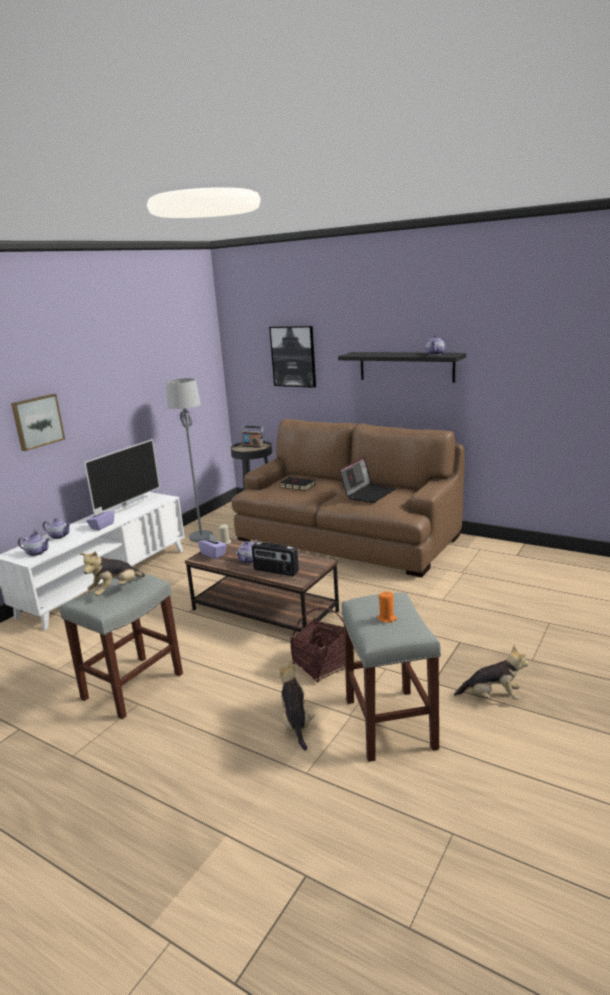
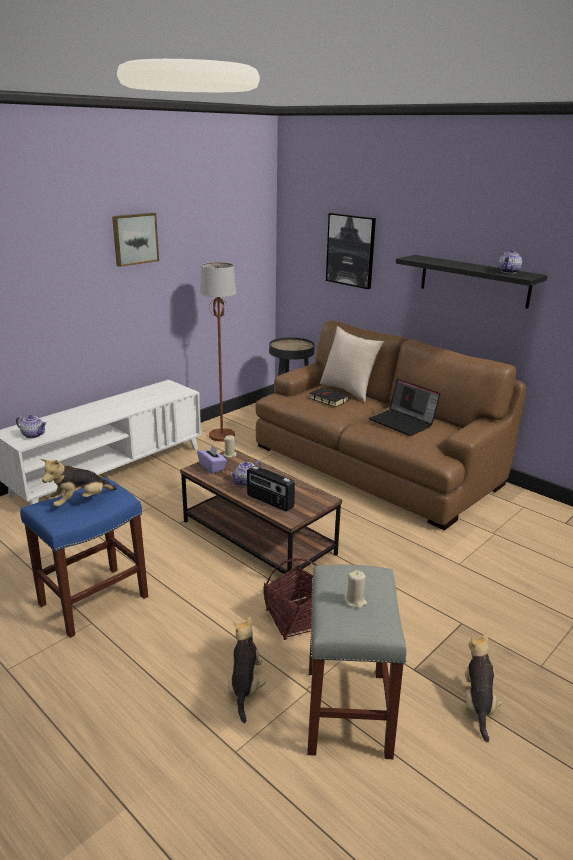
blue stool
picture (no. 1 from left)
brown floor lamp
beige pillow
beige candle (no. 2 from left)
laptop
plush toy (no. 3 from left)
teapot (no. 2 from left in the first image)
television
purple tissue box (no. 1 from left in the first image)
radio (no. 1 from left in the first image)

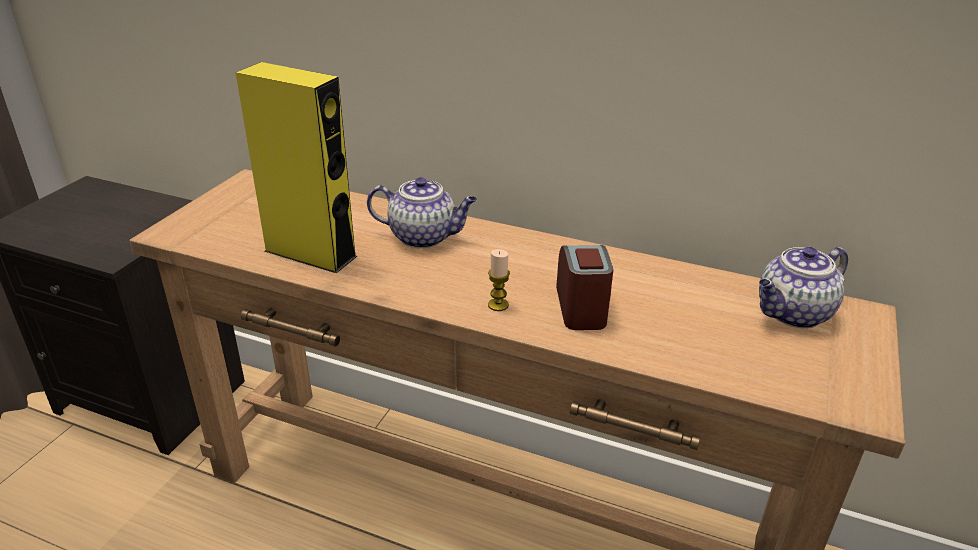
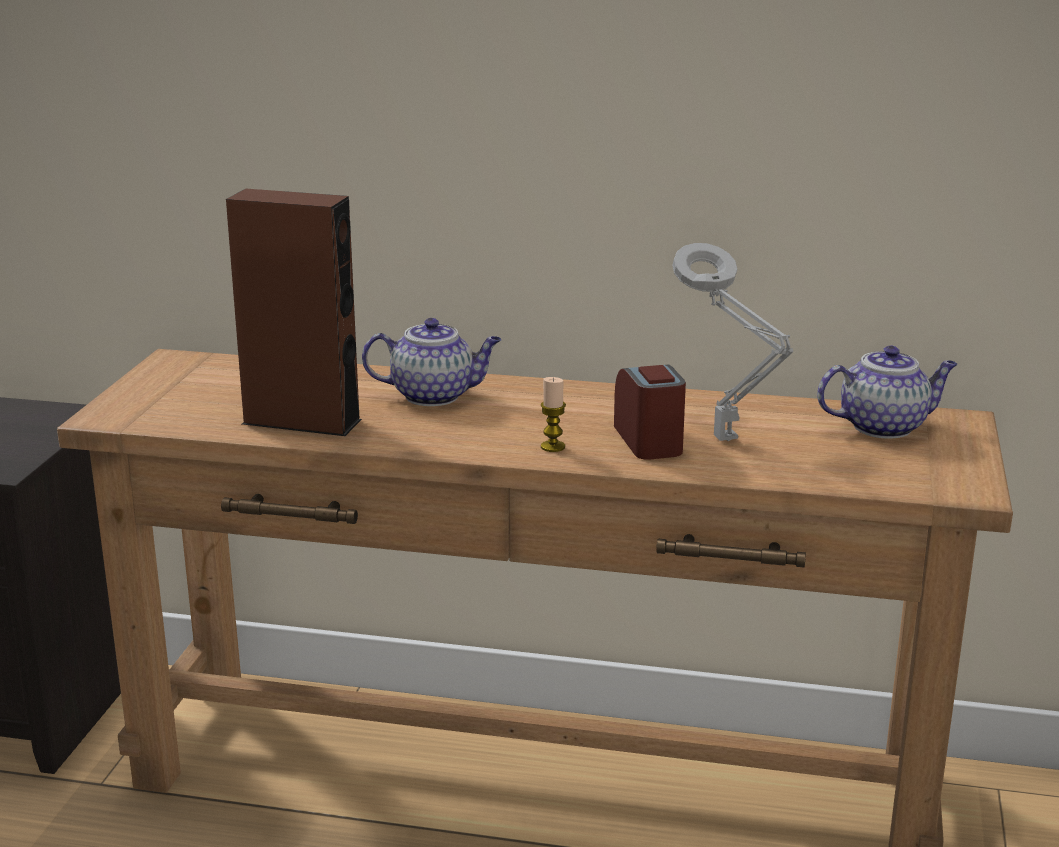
brown speaker
grey table lamp
teapot (no. 2 from left)

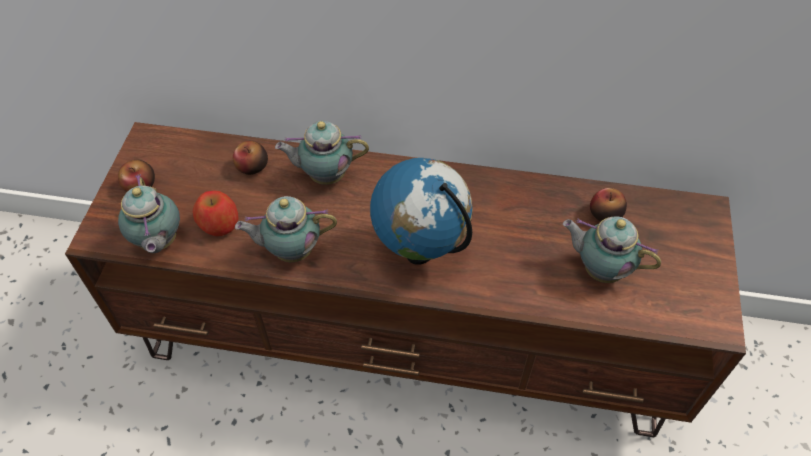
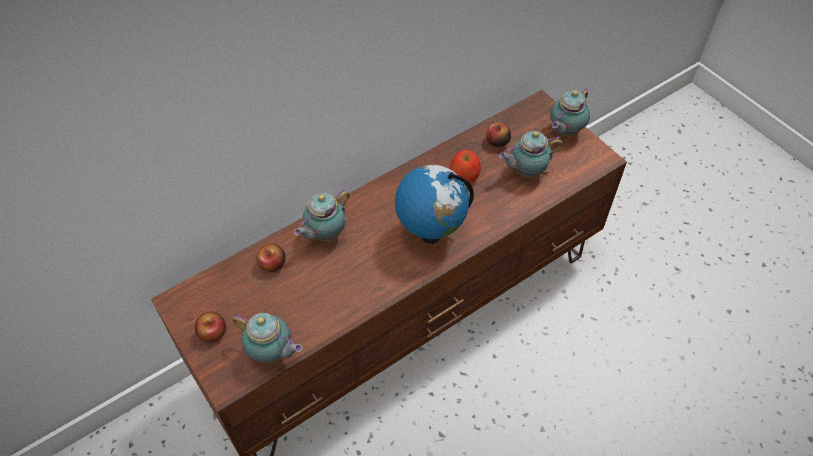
apple (no. 3 from left)
teapot (no. 4 from left)

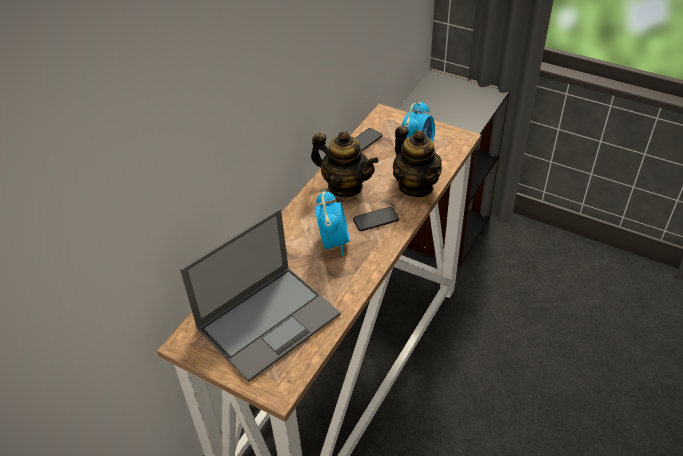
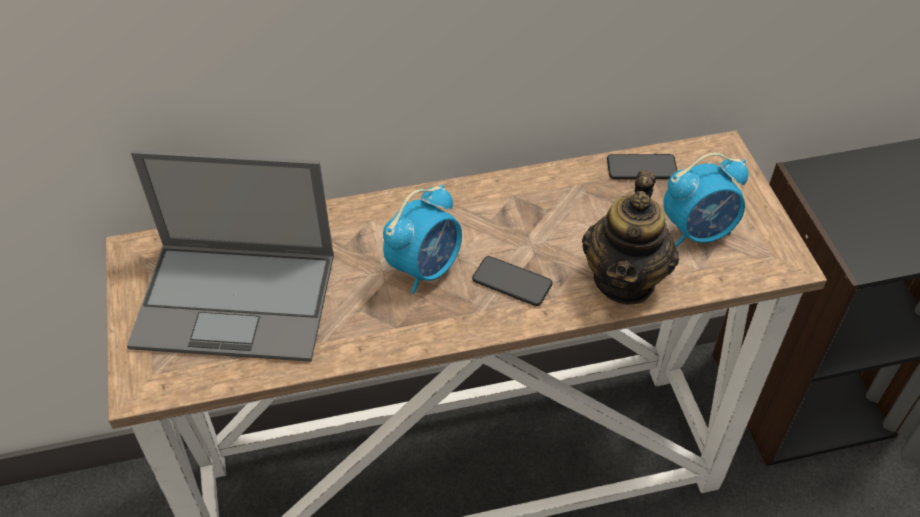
teapot (no. 1 from left in the first image)

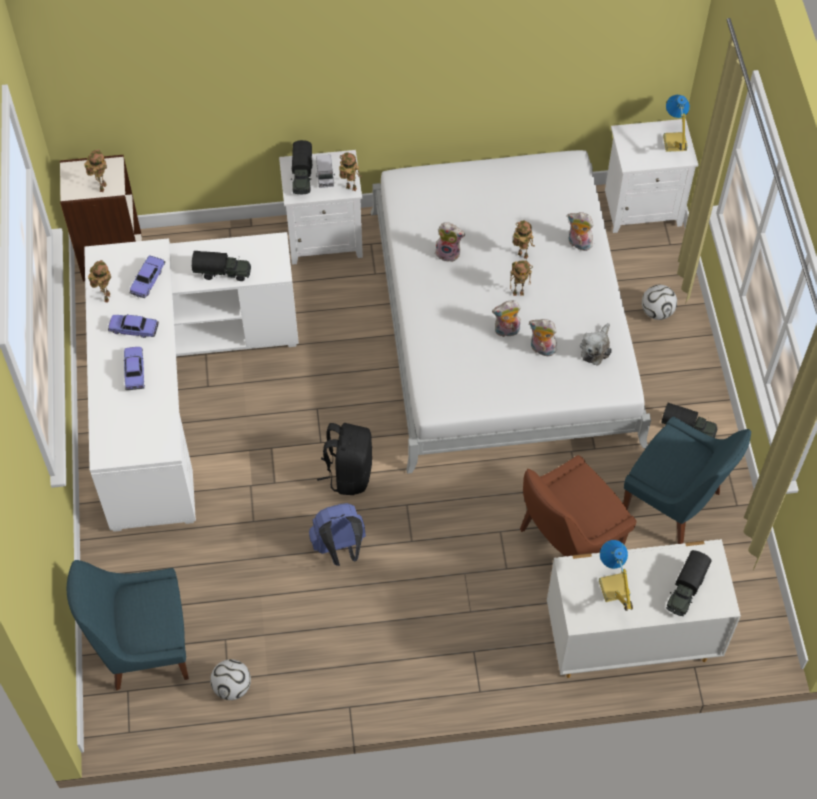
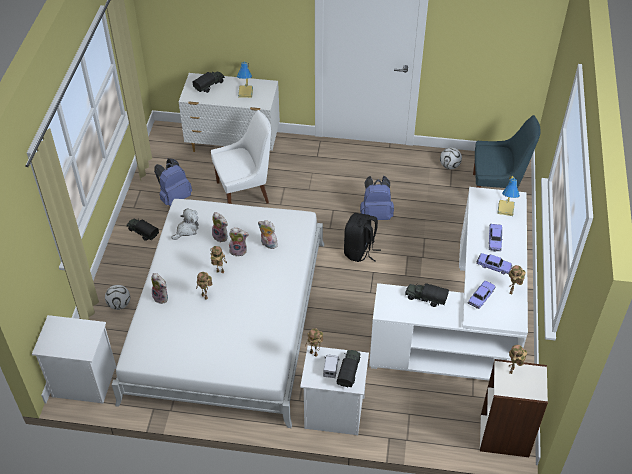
blue backpack (no. 1 from left)
white chair
plush toy (no. 5 from left)
table lamp (no. 2 from left)

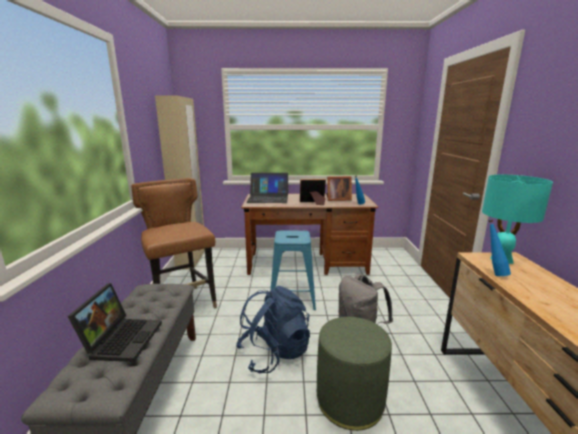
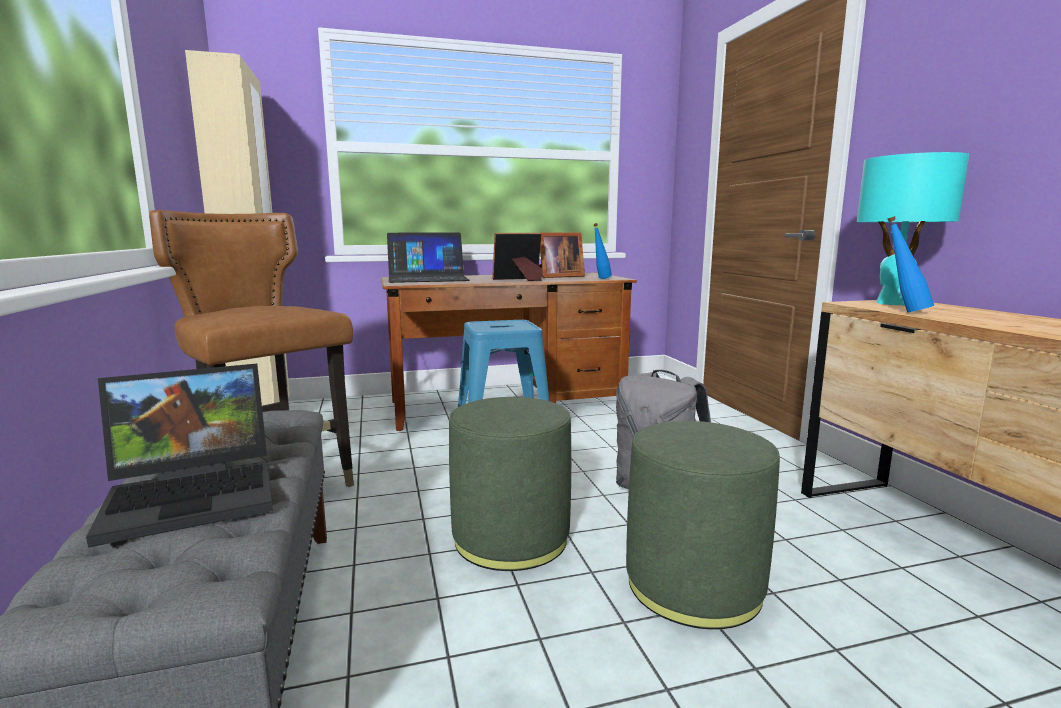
laptop (no. 1 from left)
green ottoman (no. 1 from left)

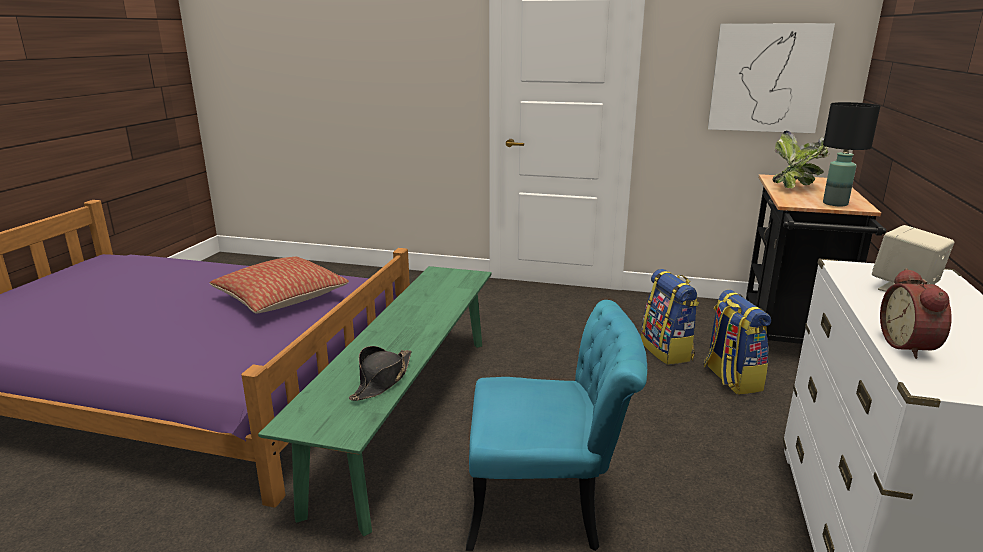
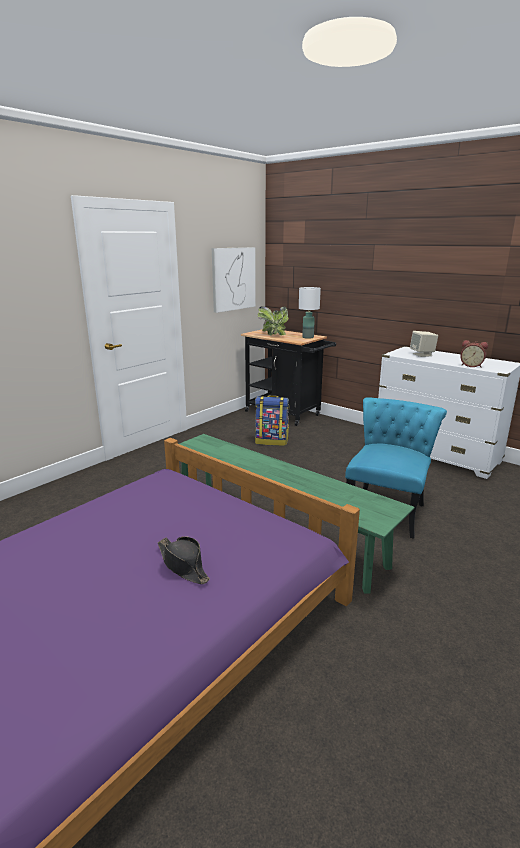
black hat
white table lamp
pillow
backpack (no. 2 from left in the first image)

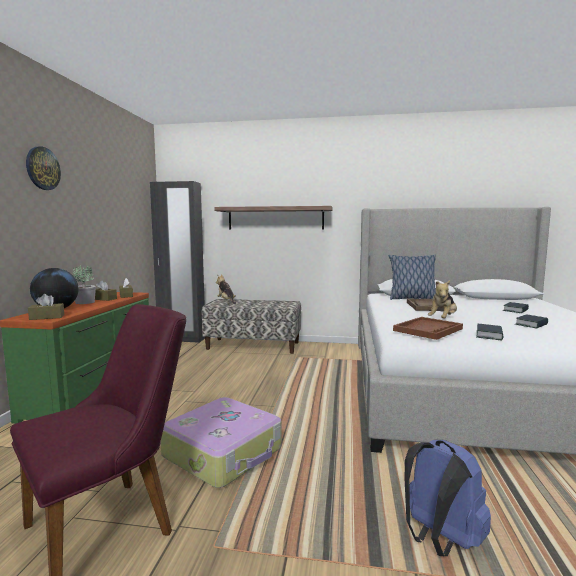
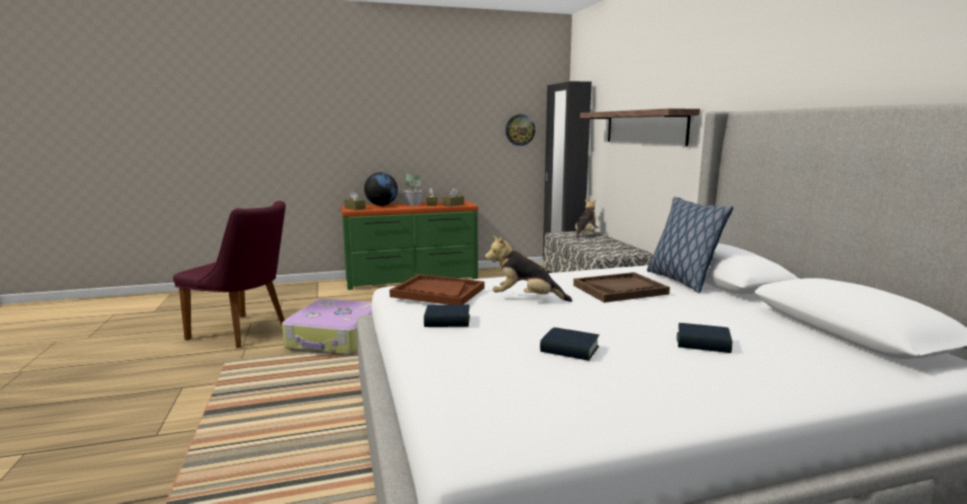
wall clock
blue backpack

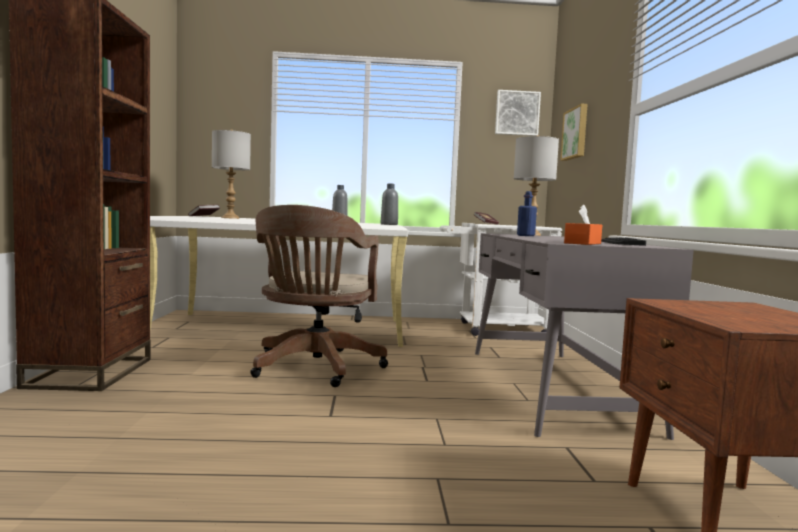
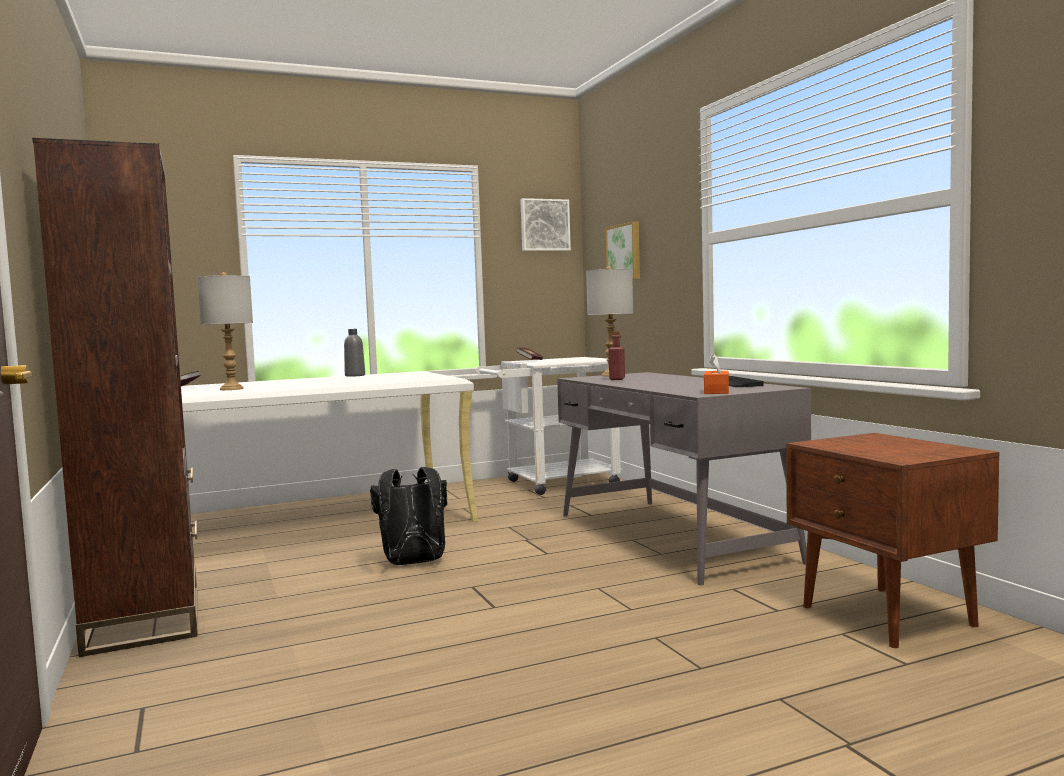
black backpack
red bottle
grey bottle (no. 2 from left in the first image)

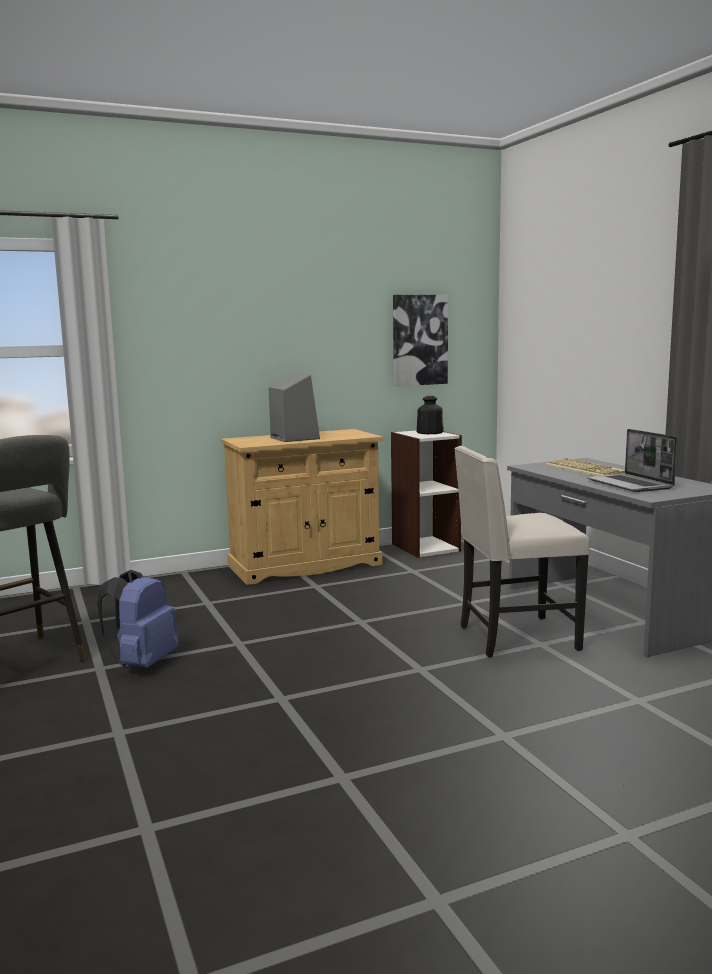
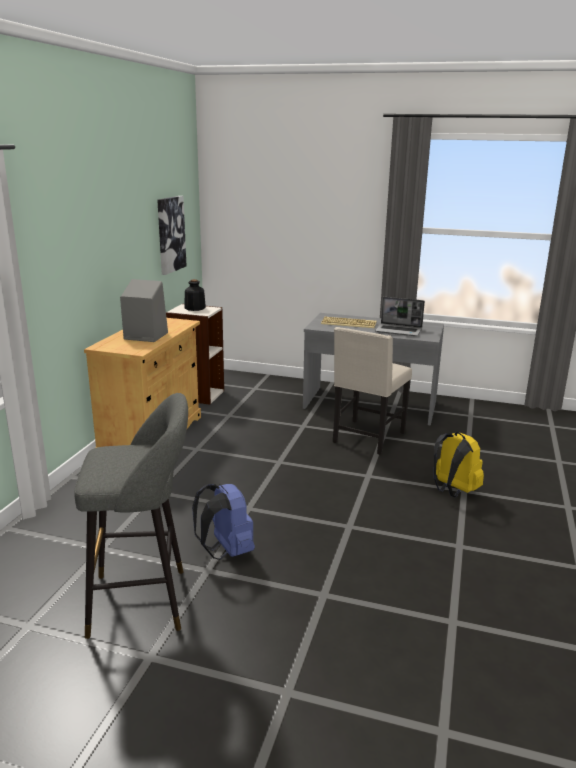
yellow backpack

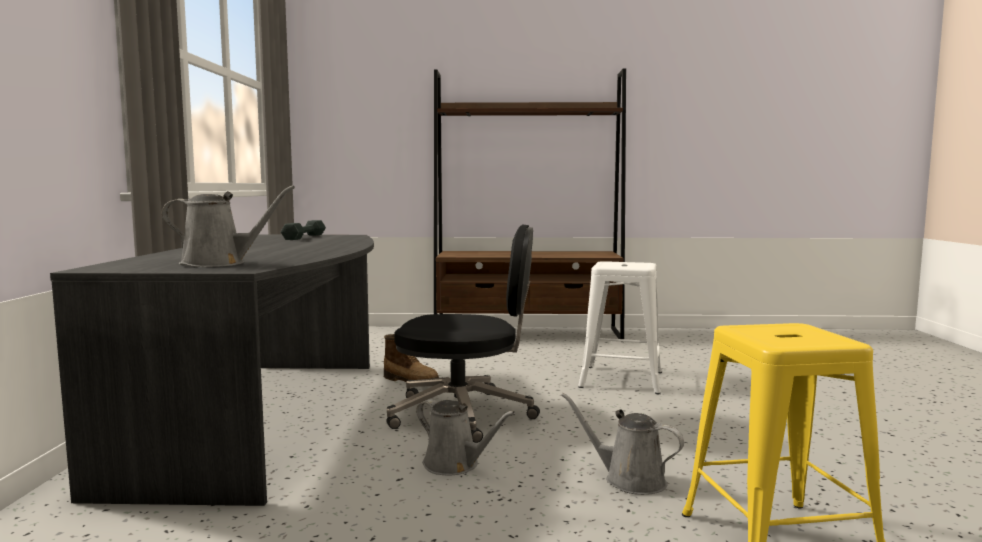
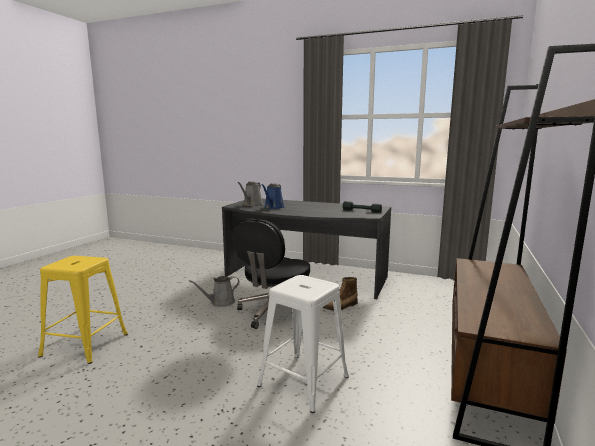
blue watering can
grey watering can (no. 3 from left in the first image)

